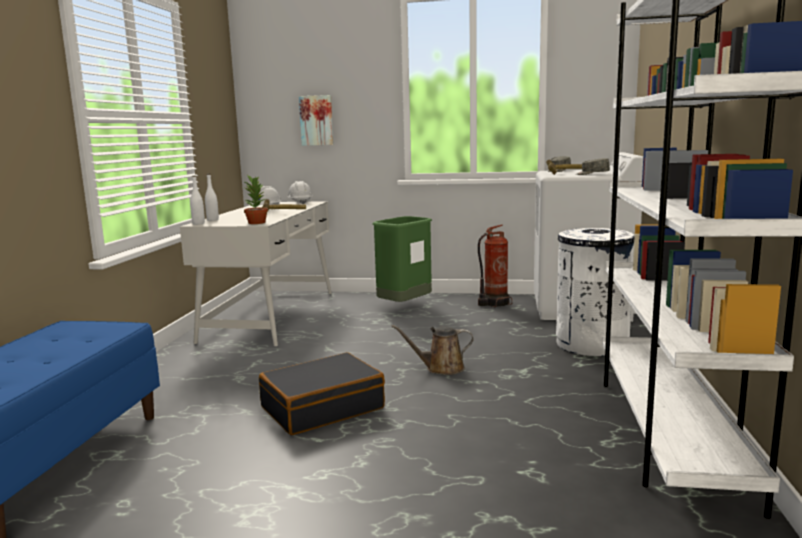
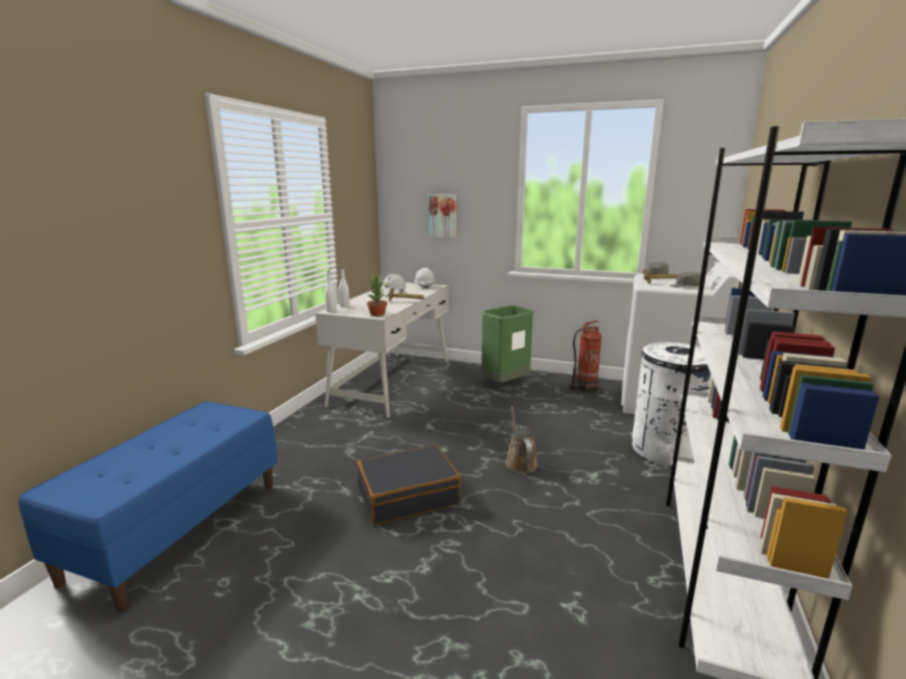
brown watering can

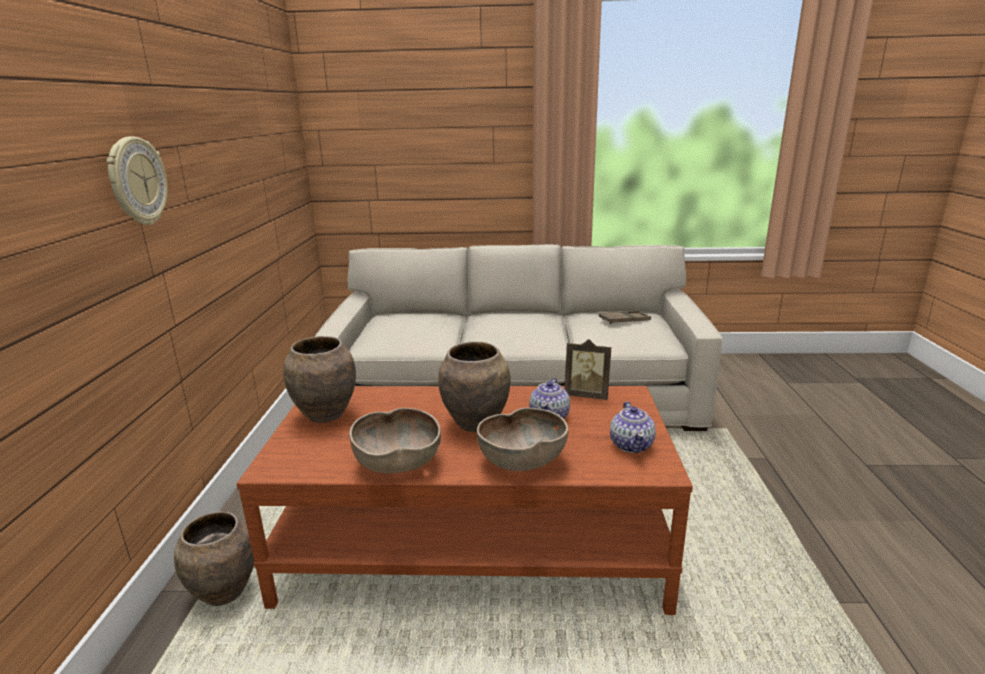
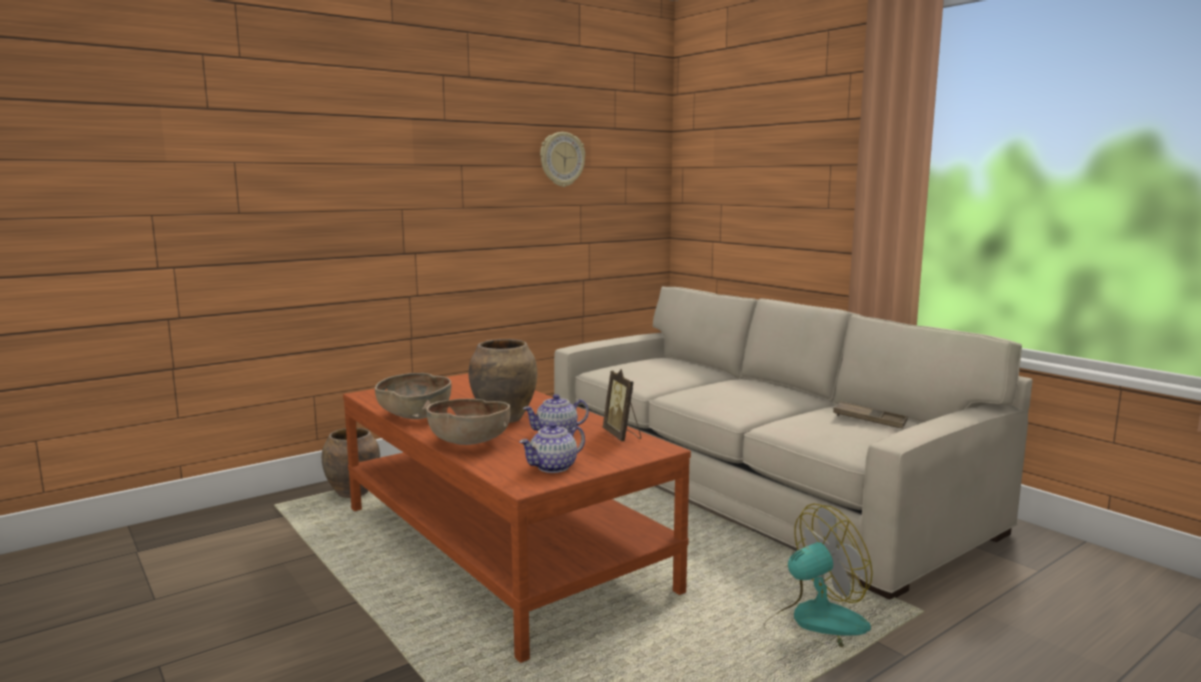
wall clock
fan
brown vase (no. 2 from left in the first image)

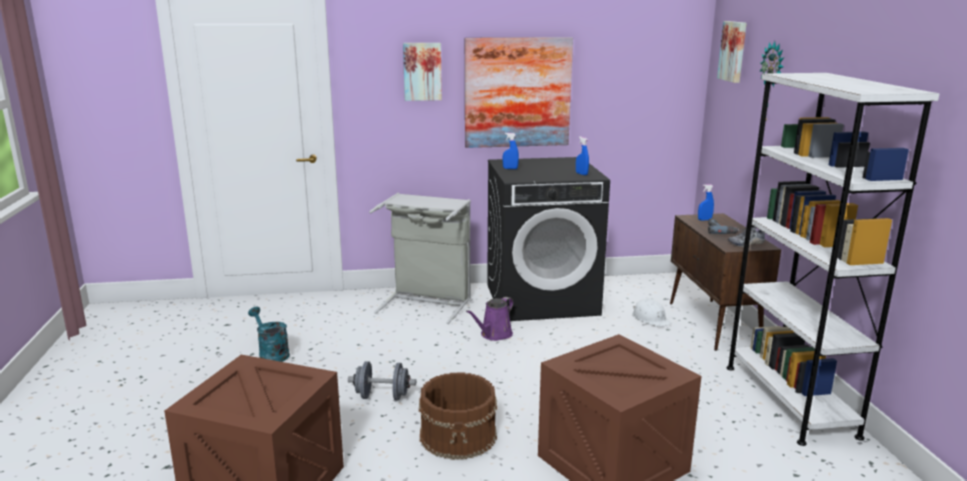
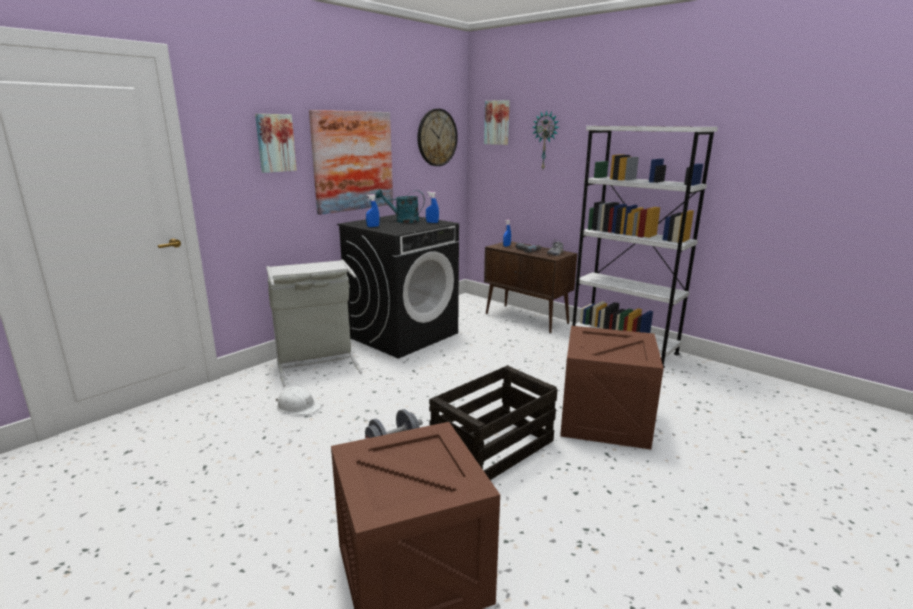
white hard hat
turquoise watering can
wall clock (no. 1 from left)
crate (no. 2 from left)
purple watering can

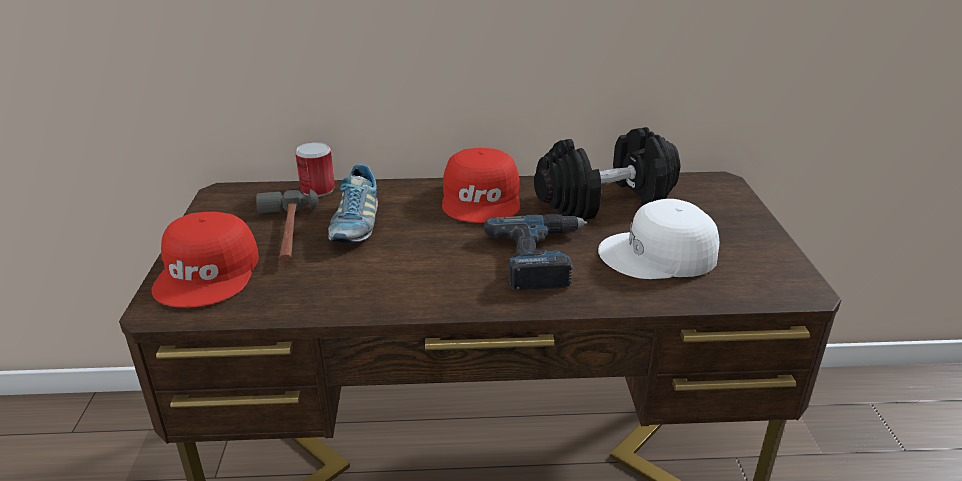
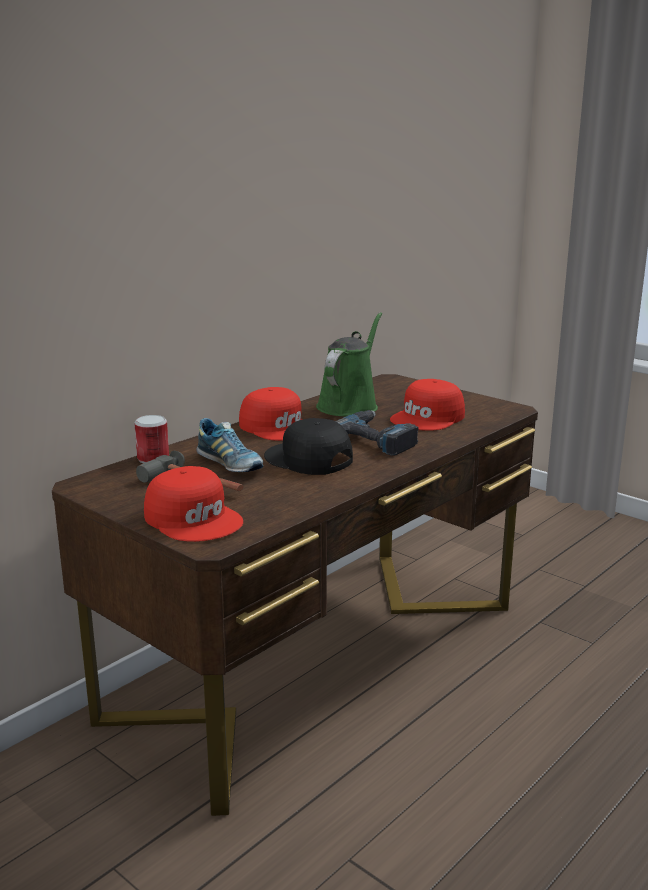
black cap
green watering can
red cap (no. 3 from left)

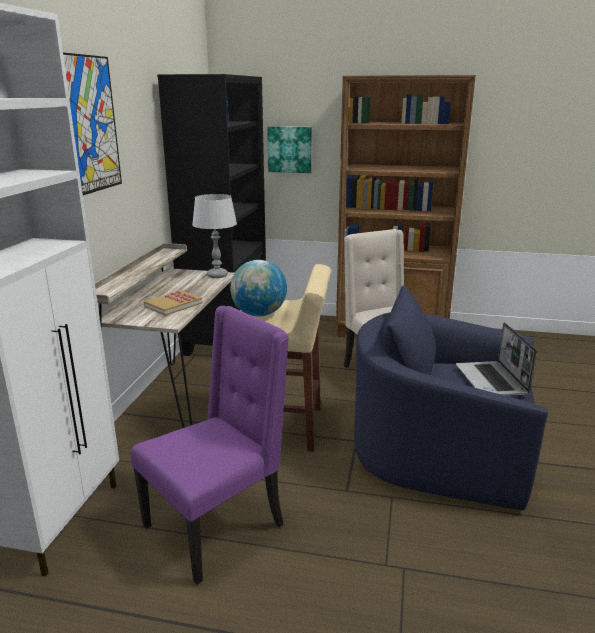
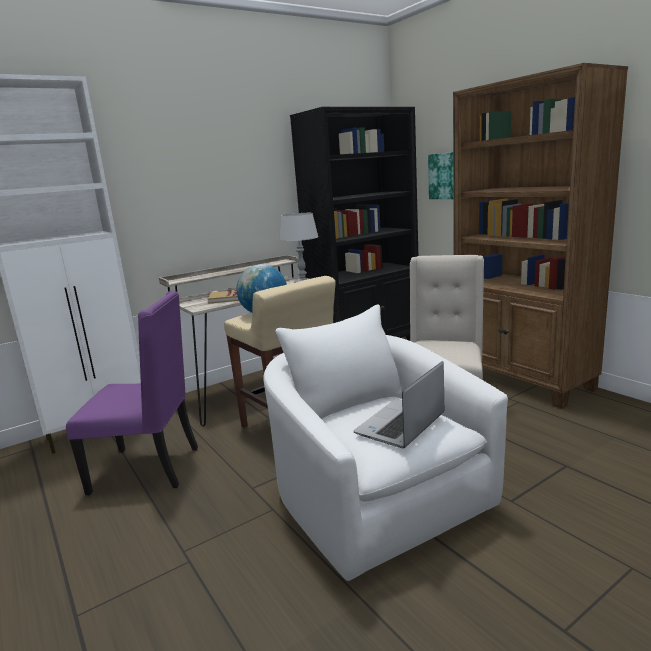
white armchair
picture (no. 1 from left in the first image)

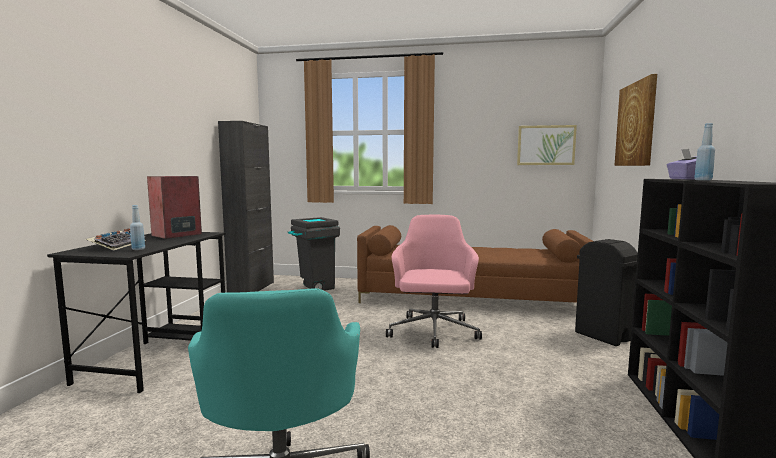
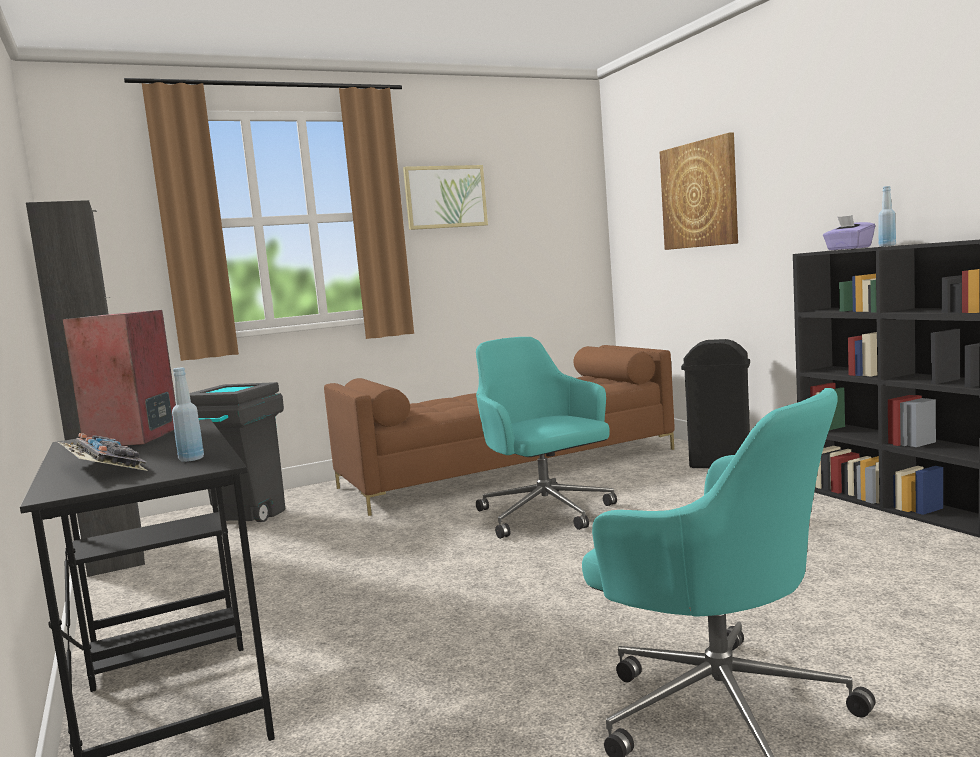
picture (no. 1 from left)
turquoise office chair (no. 1 from left)

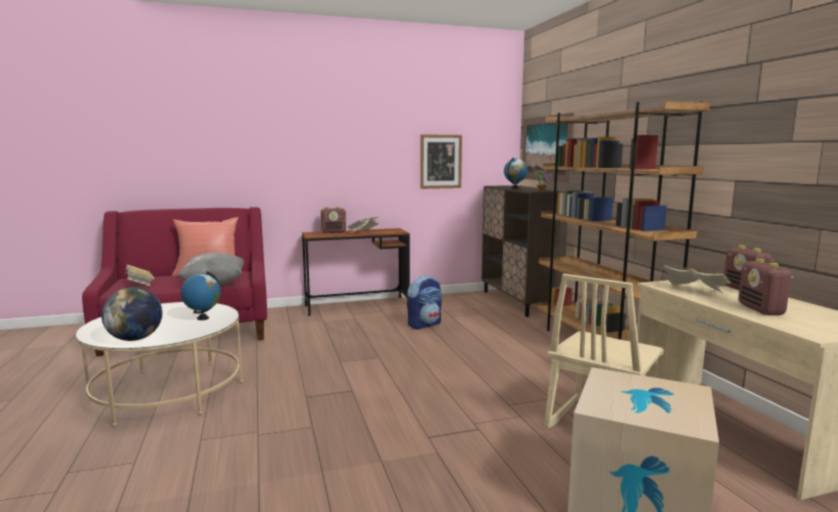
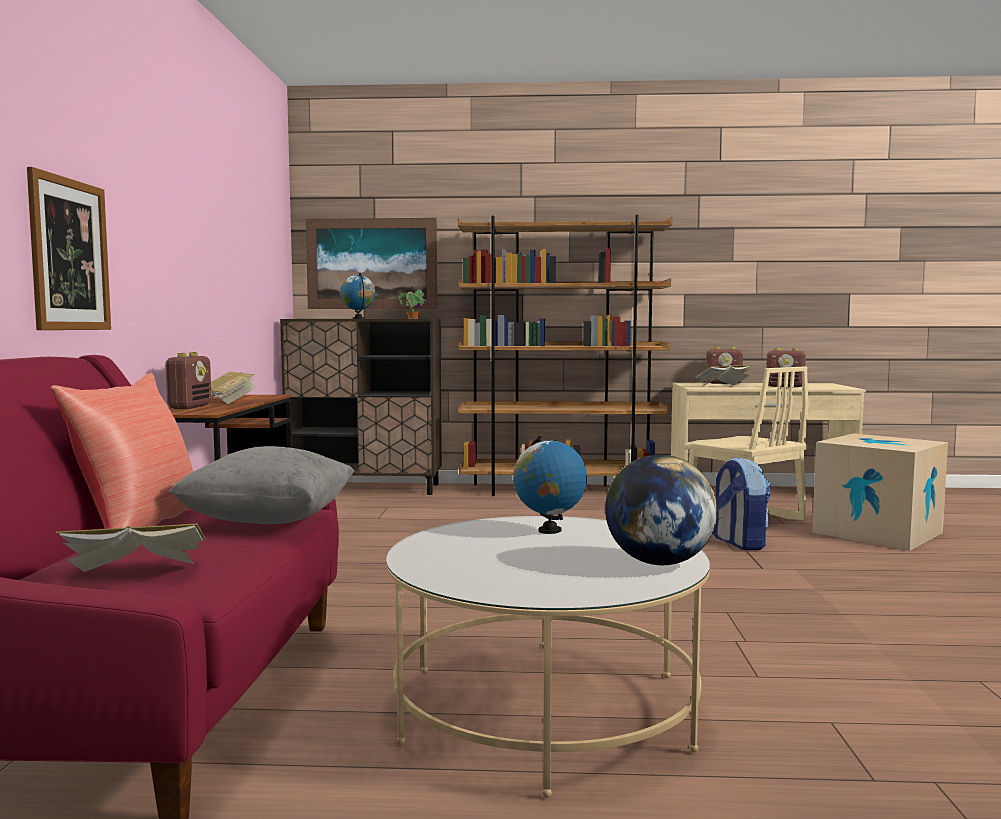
picture (no. 1 from left)
backpack

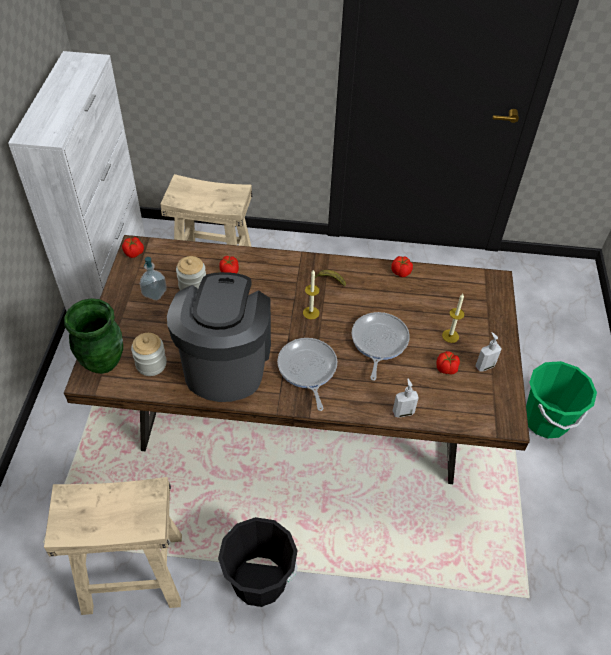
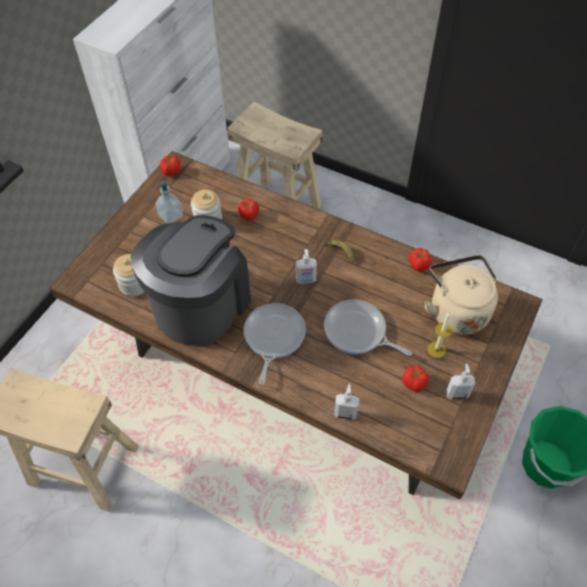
soap dispenser (no. 2 from left)
frying pan (no. 2 from left)
beige kettle
green vase
black bucket

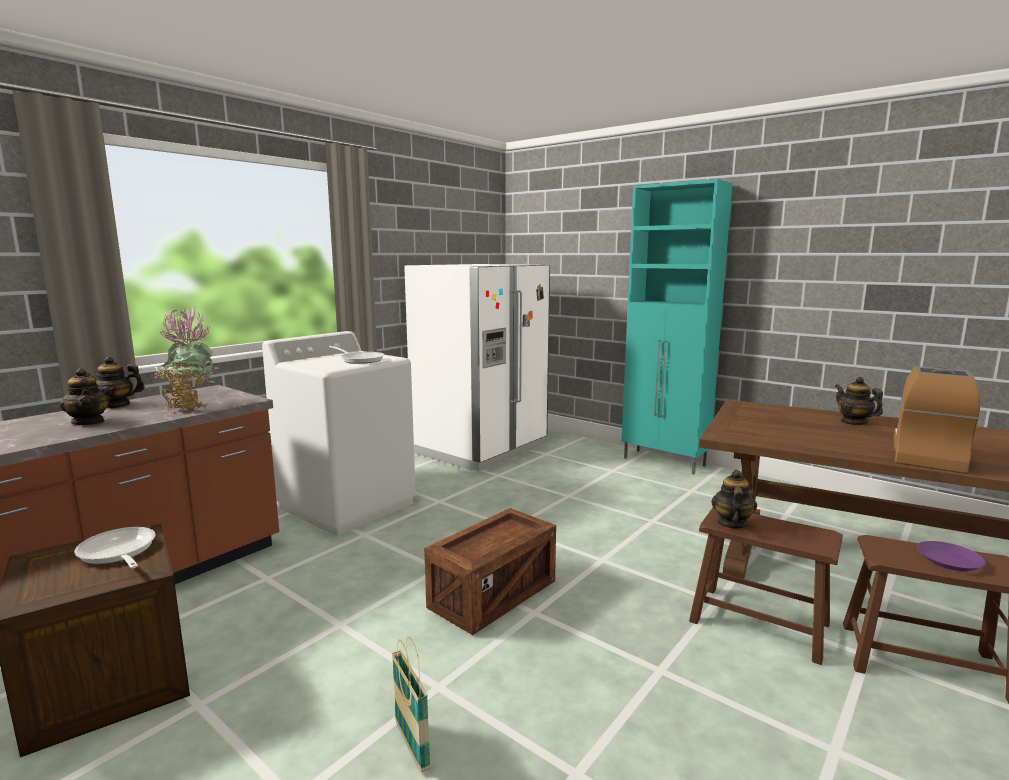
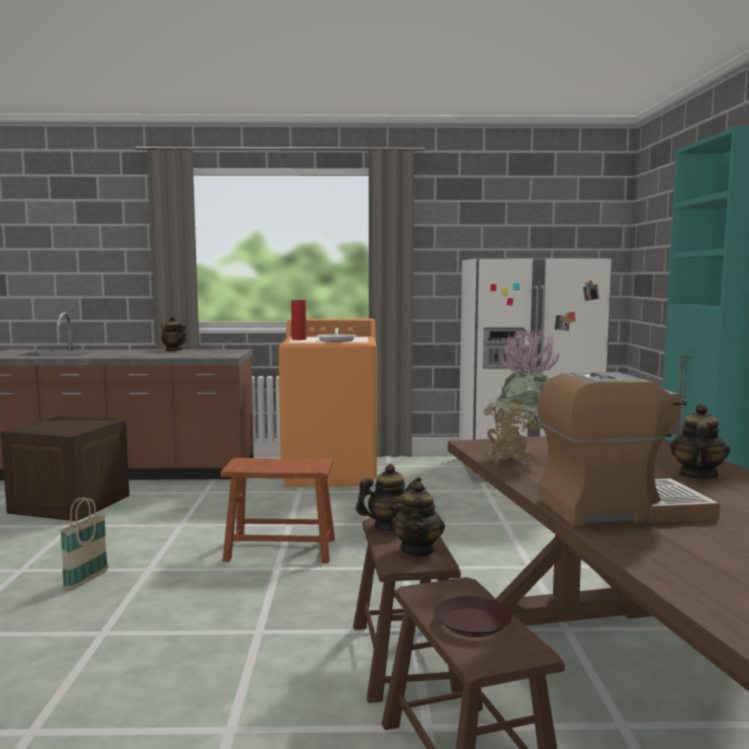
brown stool (no. 1 from left)
orange washing machine
red vase
teapot (no. 3 from left)
brown plate
potted plant
frying pan (no. 1 from left in the first image)

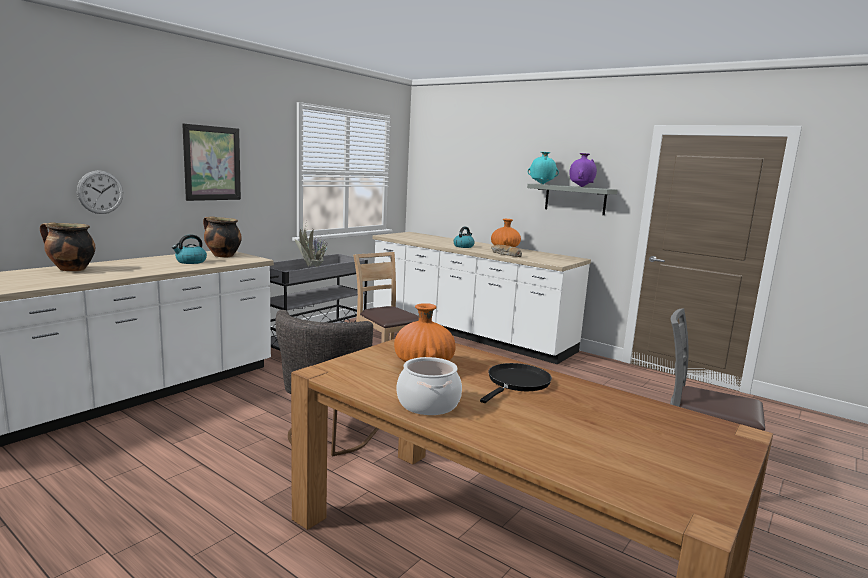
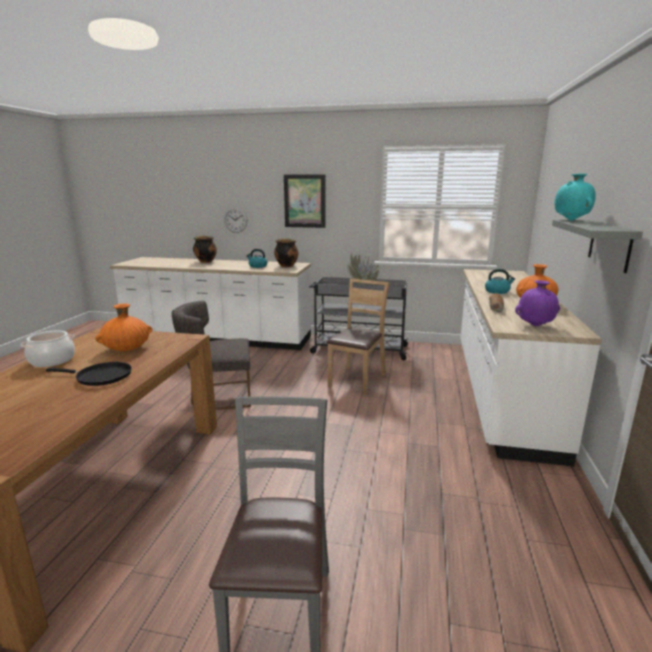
purple vase

